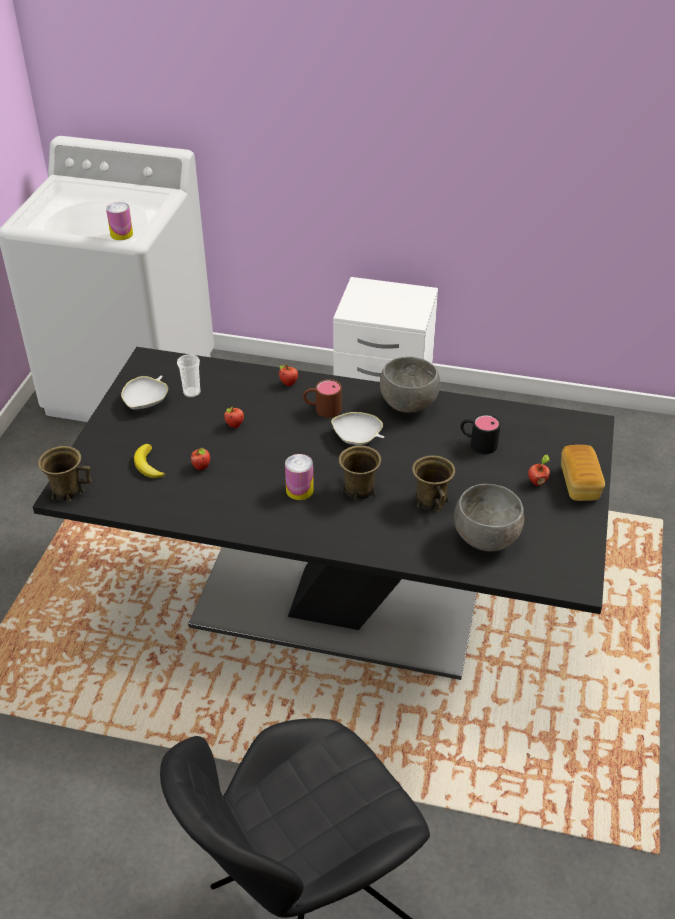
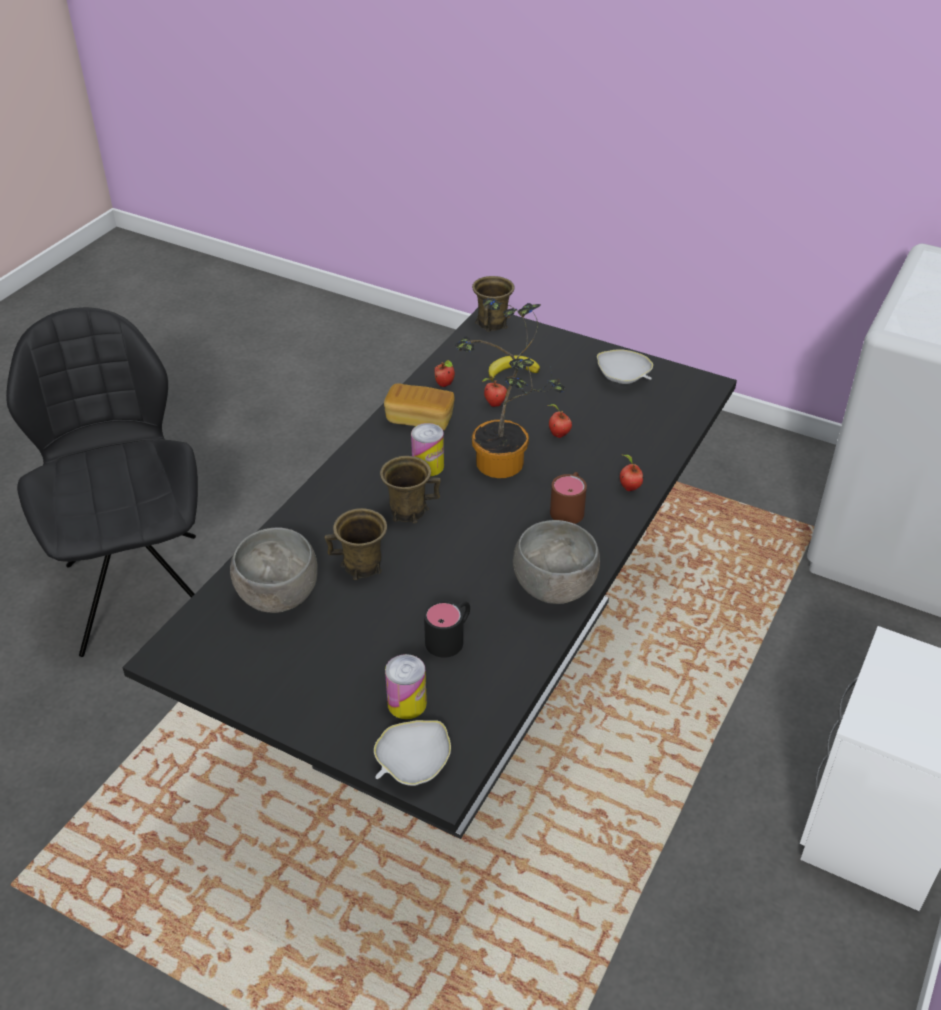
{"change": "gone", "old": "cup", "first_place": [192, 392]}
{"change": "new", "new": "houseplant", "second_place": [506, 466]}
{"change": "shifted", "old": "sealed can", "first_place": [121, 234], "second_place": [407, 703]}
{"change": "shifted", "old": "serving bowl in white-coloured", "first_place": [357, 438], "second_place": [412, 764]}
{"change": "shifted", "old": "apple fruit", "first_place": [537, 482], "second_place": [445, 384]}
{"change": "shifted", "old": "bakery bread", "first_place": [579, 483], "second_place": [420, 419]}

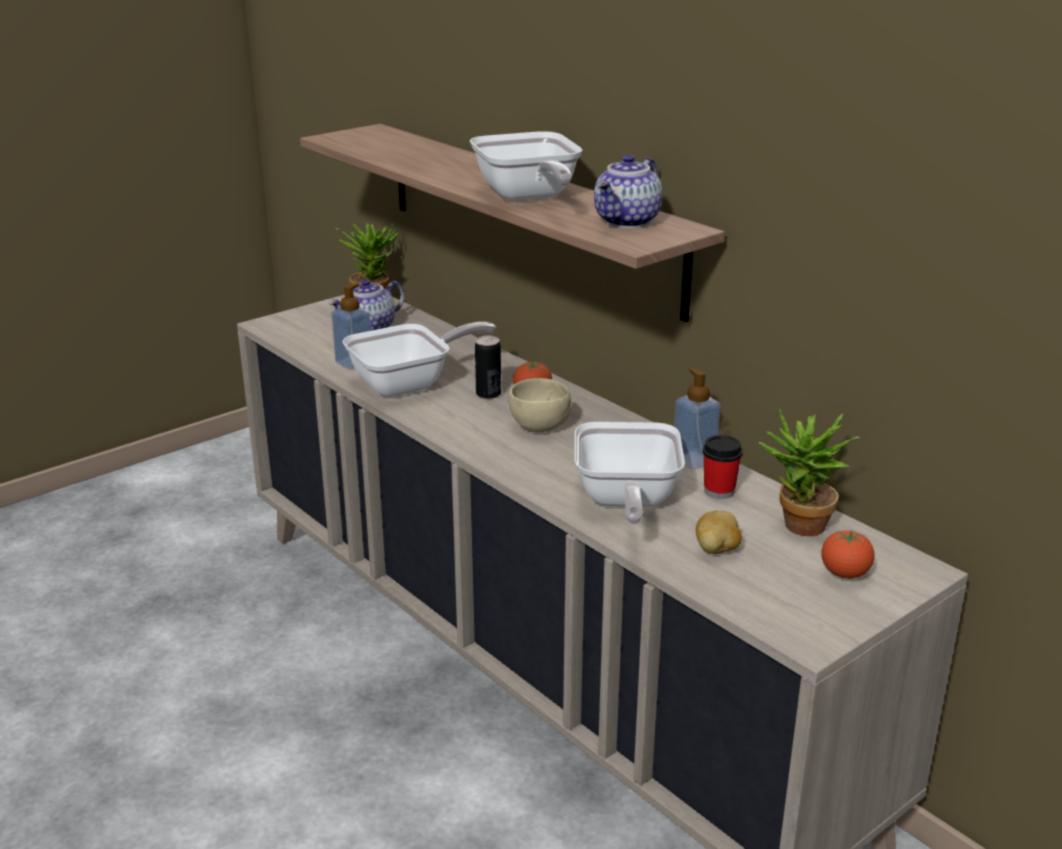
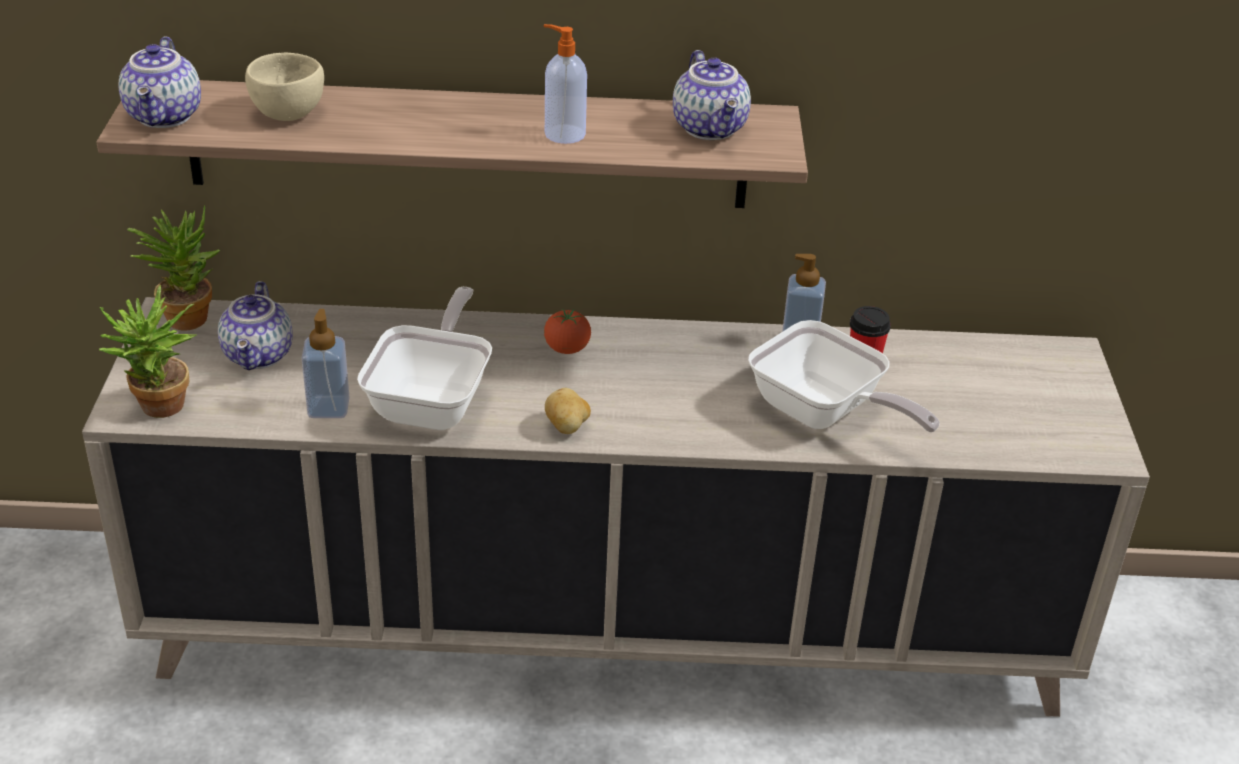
{"change": "gone", "old": "sealed can", "first_place": [488, 394]}
{"change": "gone", "old": "fresh tomato", "first_place": [844, 574]}
{"change": "new", "new": "pot for tea", "second_place": [166, 117]}
{"change": "shifted", "old": "serving bowl in sand-coloured", "first_place": [541, 427], "second_place": [290, 113]}
{"change": "shifted", "old": "whole potato", "first_place": [717, 550], "second_place": [567, 427]}
{"change": "shifted", "old": "houseplant", "first_place": [798, 528], "second_place": [159, 411]}
{"change": "swapped", "old": "pan", "new": "liquid soap bottle", "first_place": [528, 197], "second_place": [563, 134]}

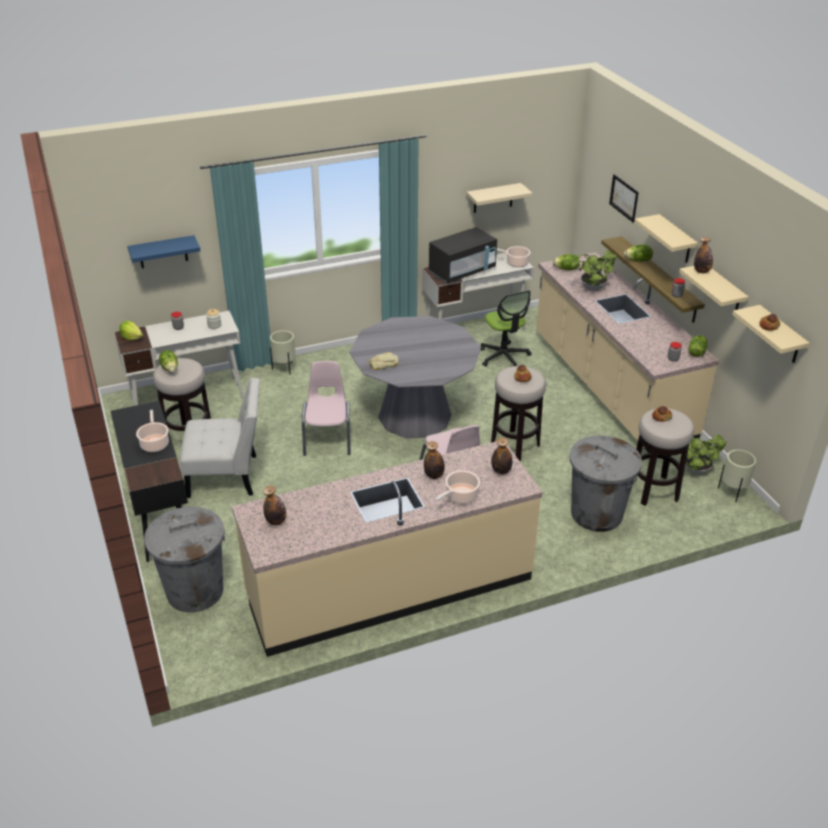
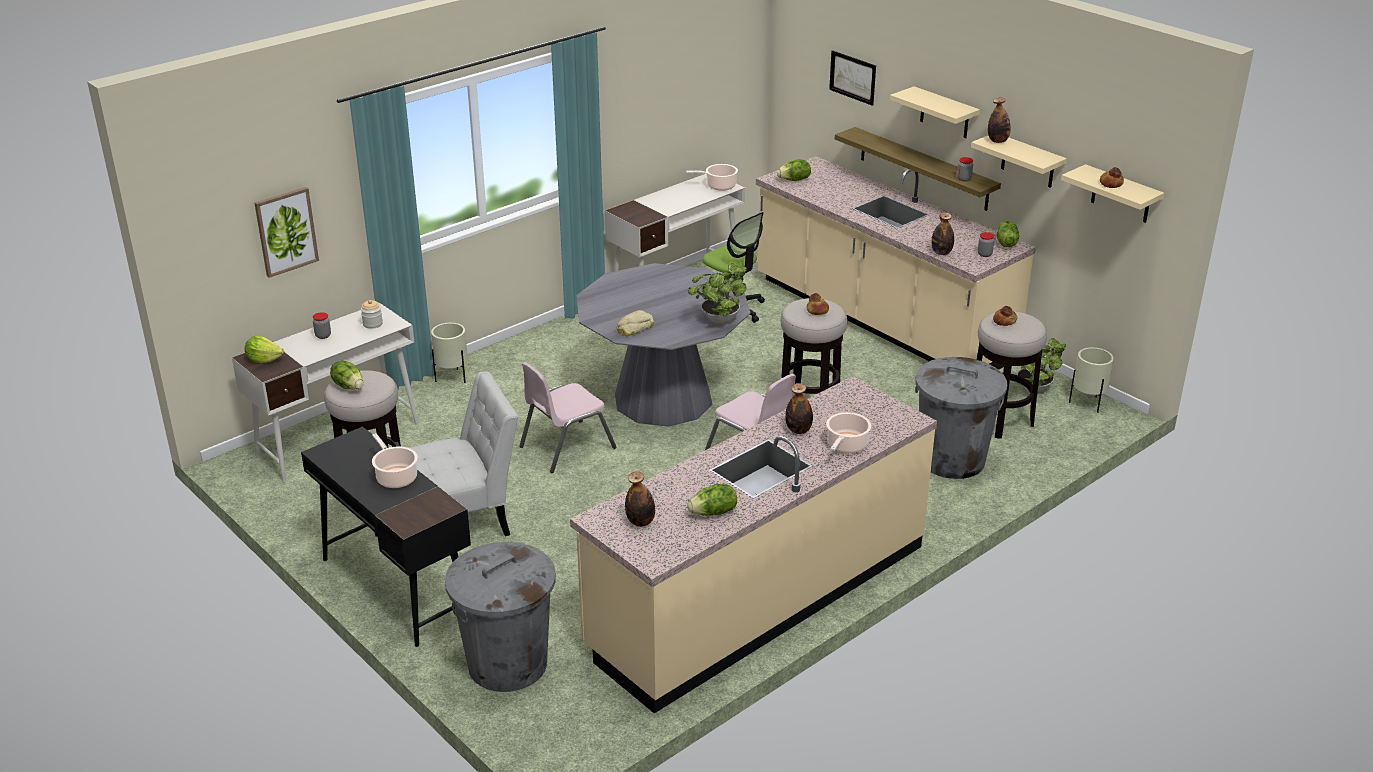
{"change": "gone", "old": "kitchen microwave in black-coloured", "first_place": [462, 271]}
{"change": "gone", "old": "bracket shelf in sand-coloured", "first_place": [493, 198]}
{"change": "shifted", "old": "drink bottle", "first_place": [501, 471], "second_place": [941, 253]}
{"change": "shifted", "old": "houseplant", "first_place": [591, 288], "second_place": [718, 321]}
{"change": "shifted", "old": "head of lettuce", "first_place": [638, 260], "second_place": [713, 513]}
{"change": "swapped", "old": "bracket shelf in blue-coloured", "new": "wall art", "first_place": [163, 252], "second_place": [286, 231]}
{"change": "rotated", "old": "upright chair in pinkish", "first_place": [328, 438], "second_place": [566, 447], "degrees": -105}

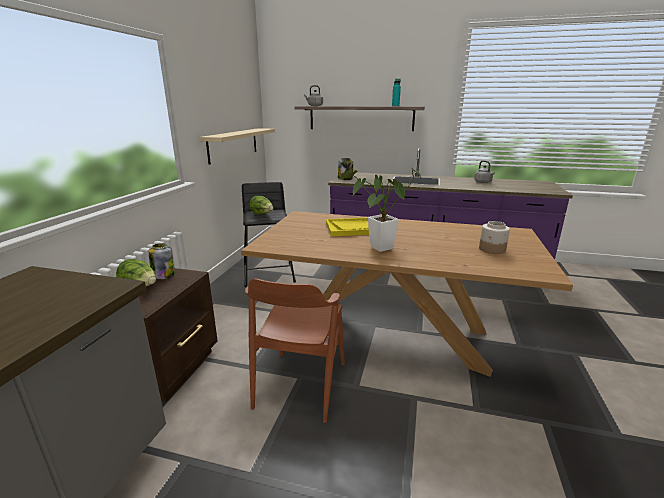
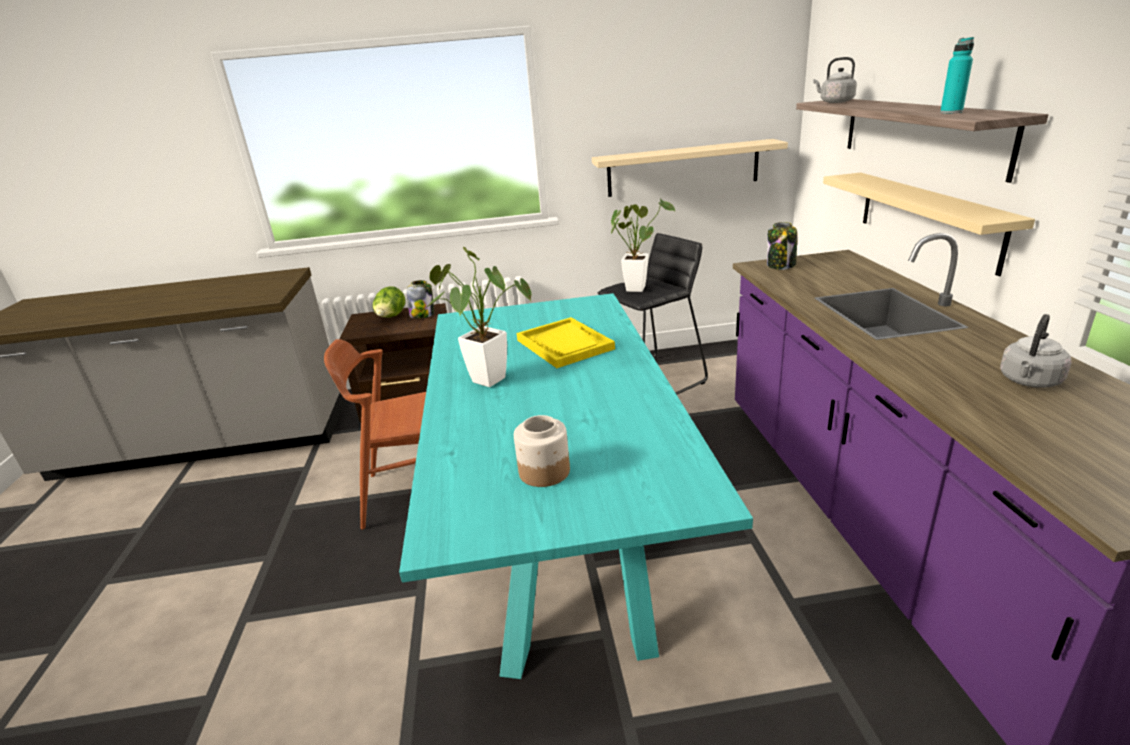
{"change": "new", "new": "bracket shelf in sand-coloured", "second_place": [927, 218]}
{"change": "swapped", "old": "head of lettuce", "new": "houseplant", "first_place": [262, 214], "second_place": [637, 287]}
{"change": "repainted", "old": "dinner table in brownish", "new": "dinner table in turquoise-coloured", "first_place": [391, 334], "second_place": [562, 535]}

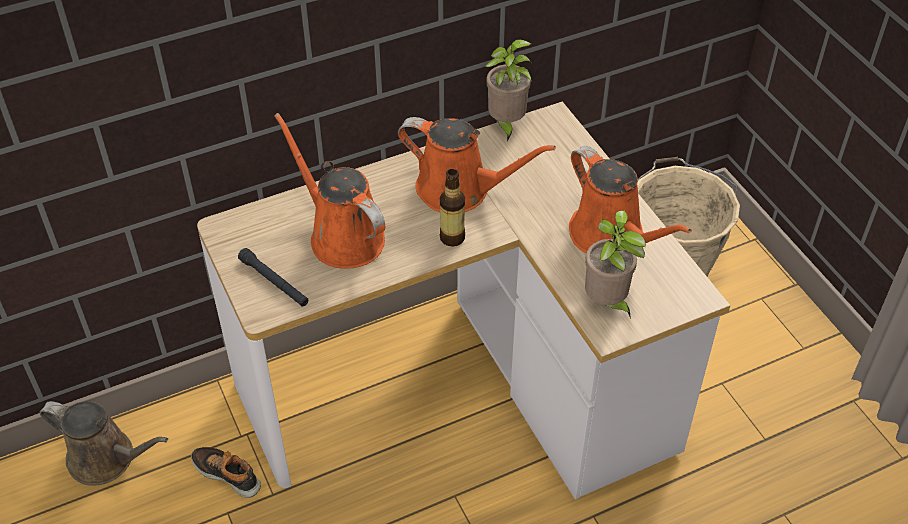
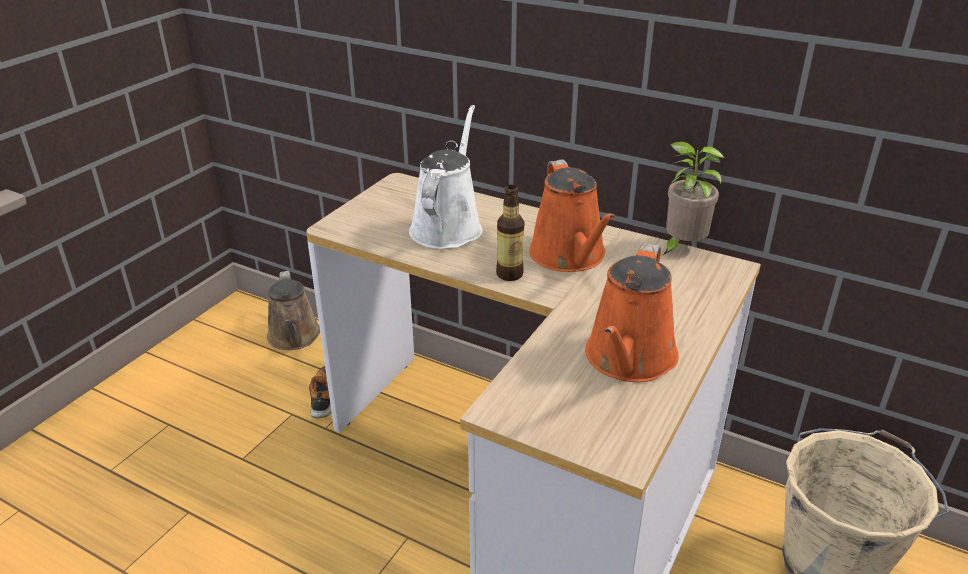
{"change": "gone", "old": "torch in black-coloured", "first_place": [274, 282]}
{"change": "gone", "old": "houseplant", "first_place": [607, 303]}
{"change": "repainted", "old": "watering can in orange", "new": "watering can in white-coloured", "first_place": [342, 236], "second_place": [448, 227]}

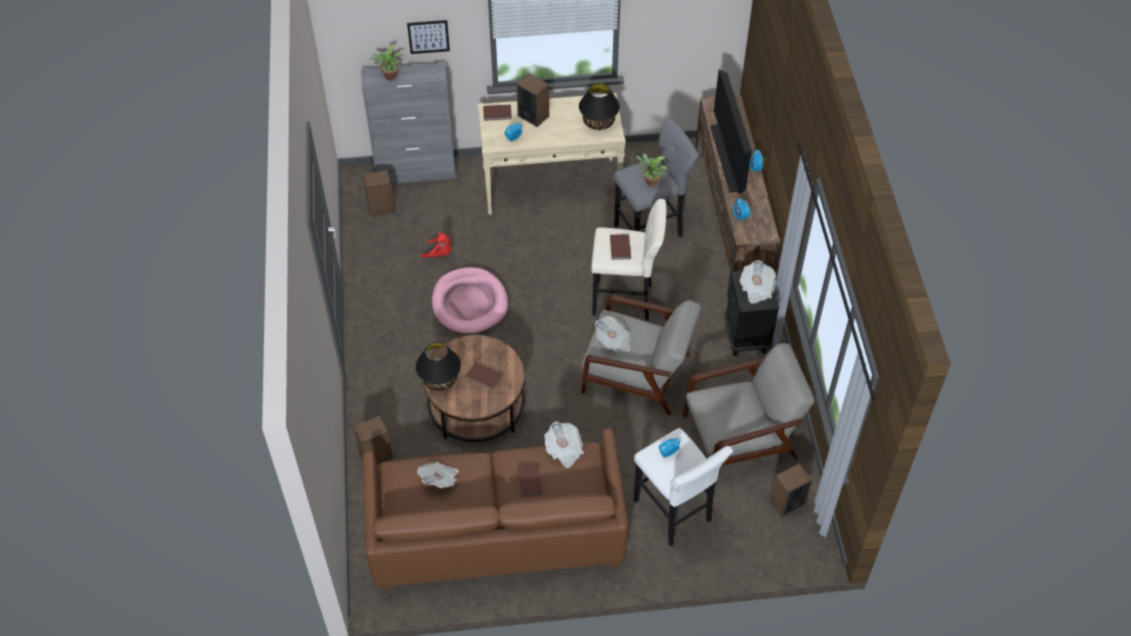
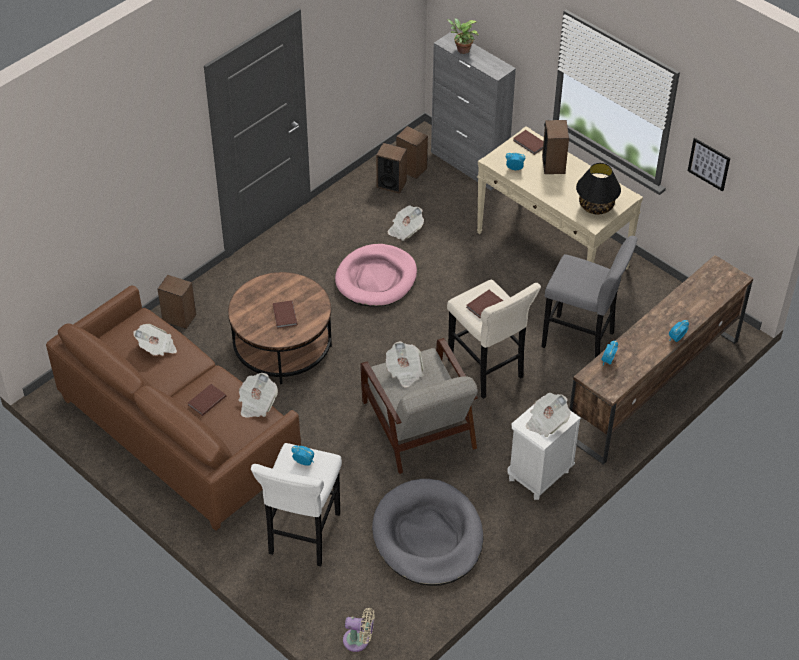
{"change": "gone", "old": "lamp for a table in black-coloured", "first_place": [440, 379]}
{"change": "gone", "old": "houseplant", "first_place": [650, 182]}
{"change": "gone", "old": "TV", "first_place": [728, 158]}
{"change": "new", "new": "electric fan in sand-coloured", "second_place": [359, 640]}
{"change": "shifted", "old": "wall art", "first_place": [428, 36], "second_place": [709, 164]}
{"change": "shifted", "old": "audio speaker", "first_place": [787, 502], "second_place": [391, 184]}
{"change": "swapped", "old": "cuddly toy in red", "new": "daily paper", "first_place": [439, 253], "second_place": [405, 230]}
{"change": "swapped", "old": "easy chair in gray", "new": "dog bed in gray", "first_place": [741, 436], "second_place": [428, 536]}
{"change": "repainted", "old": "bedside table in black-coloured", "new": "bedside table in white-coloured", "first_place": [746, 336], "second_place": [538, 475]}

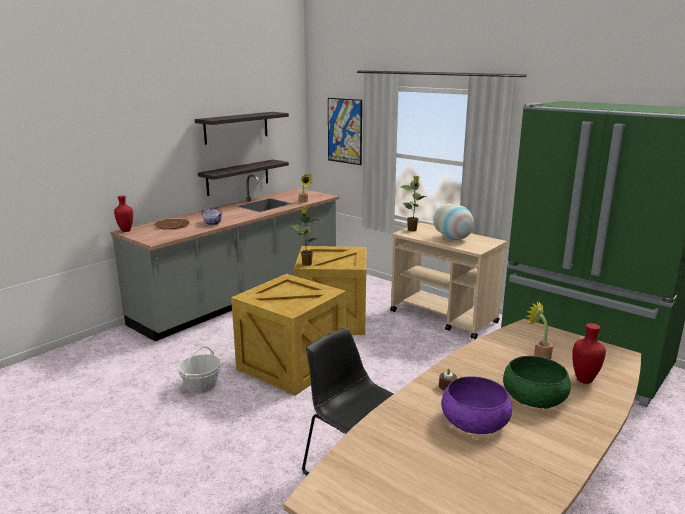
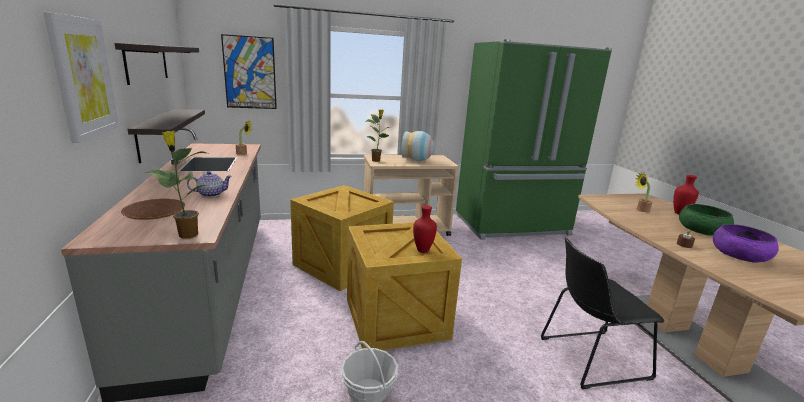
{"change": "new", "new": "wall art", "second_place": [83, 77]}
{"change": "shifted", "old": "vase in red", "first_place": [126, 231], "second_place": [423, 250]}
{"change": "shifted", "old": "houseplant", "first_place": [306, 264], "second_place": [187, 235]}

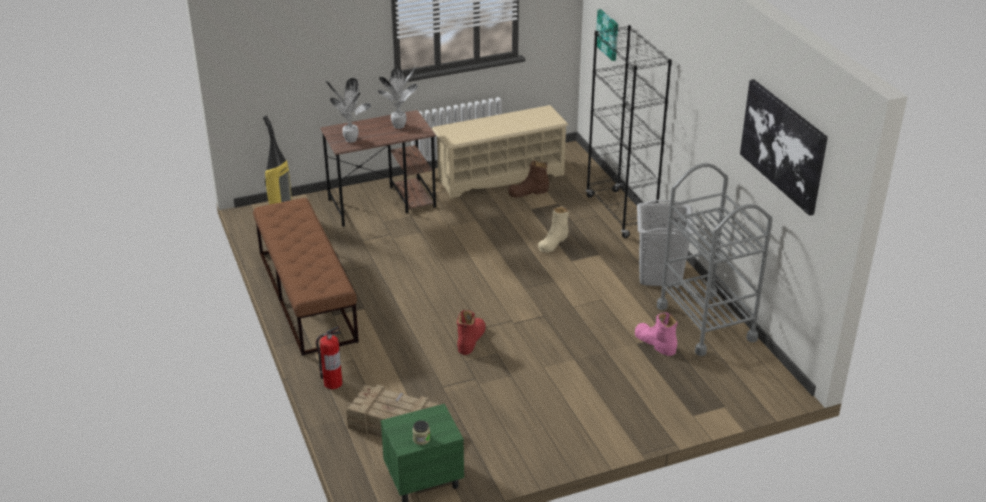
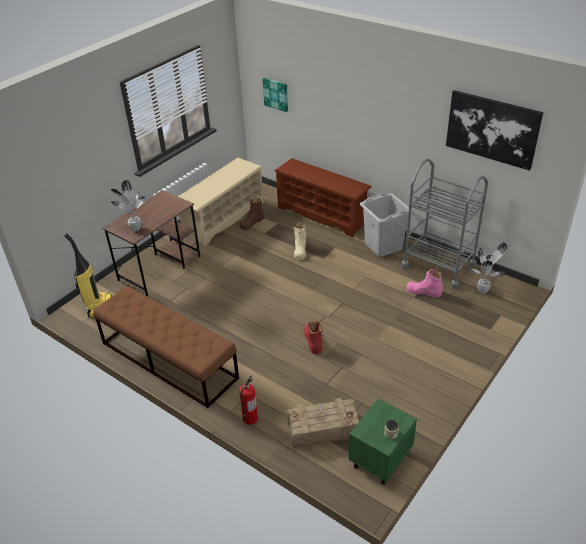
{"change": "shifted", "old": "houseplant", "first_place": [400, 126], "second_place": [483, 290]}
{"change": "swapped", "old": "shelving unit in black-coloured", "new": "shoe stand in brownish", "first_place": [620, 214], "second_place": [322, 215]}

